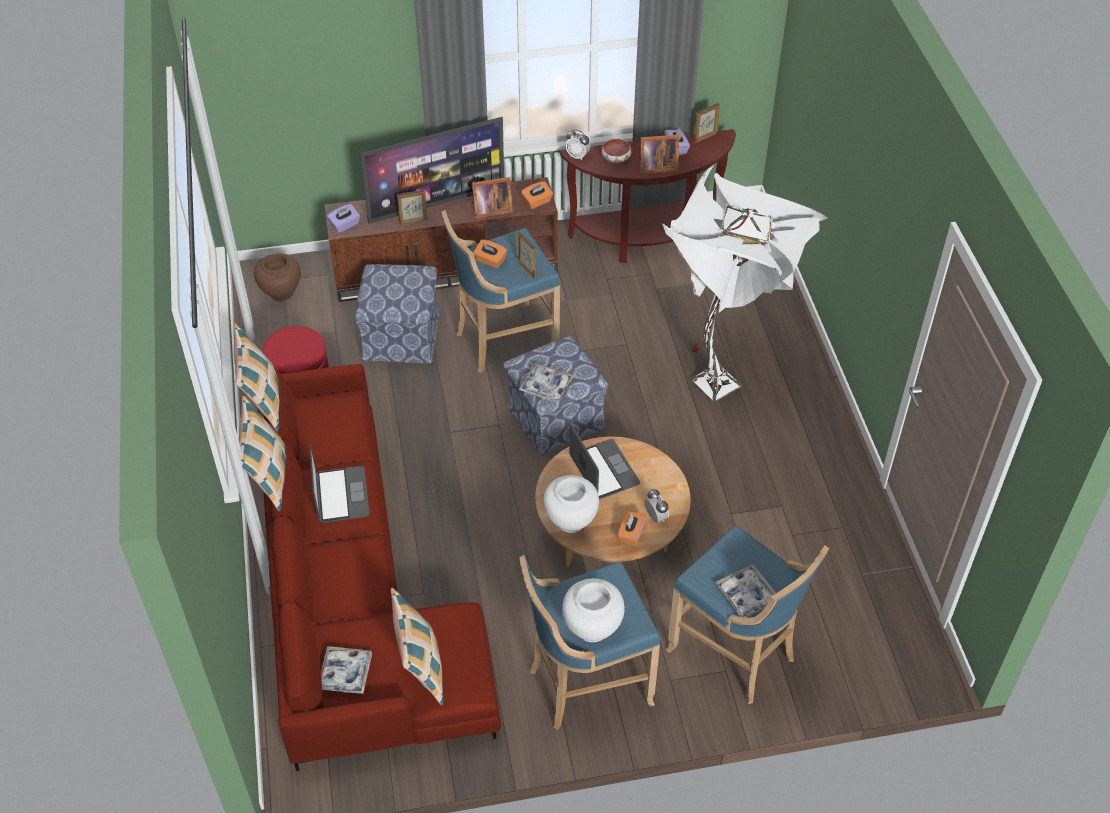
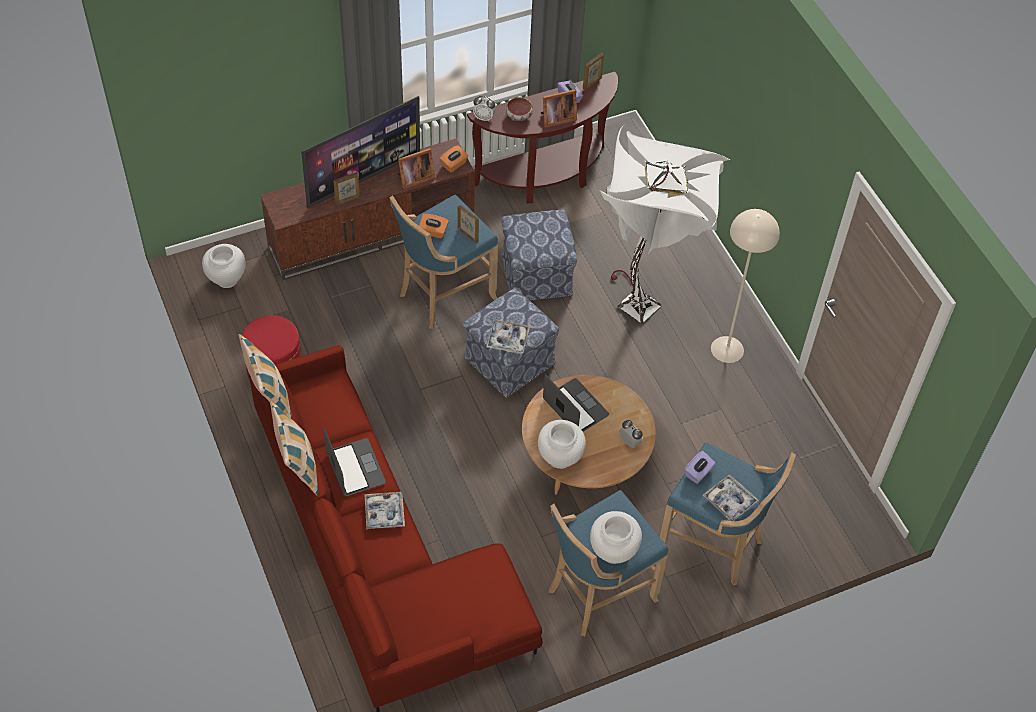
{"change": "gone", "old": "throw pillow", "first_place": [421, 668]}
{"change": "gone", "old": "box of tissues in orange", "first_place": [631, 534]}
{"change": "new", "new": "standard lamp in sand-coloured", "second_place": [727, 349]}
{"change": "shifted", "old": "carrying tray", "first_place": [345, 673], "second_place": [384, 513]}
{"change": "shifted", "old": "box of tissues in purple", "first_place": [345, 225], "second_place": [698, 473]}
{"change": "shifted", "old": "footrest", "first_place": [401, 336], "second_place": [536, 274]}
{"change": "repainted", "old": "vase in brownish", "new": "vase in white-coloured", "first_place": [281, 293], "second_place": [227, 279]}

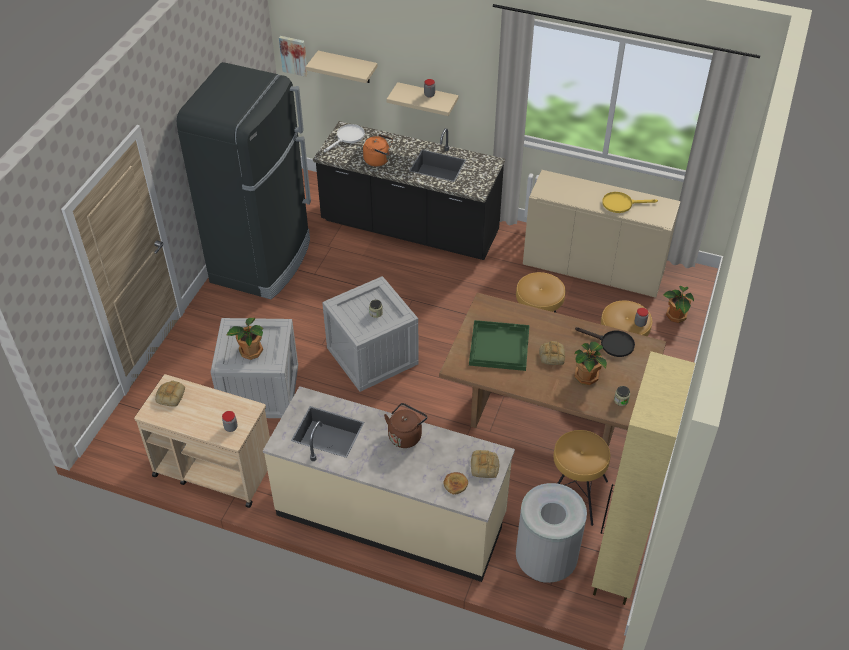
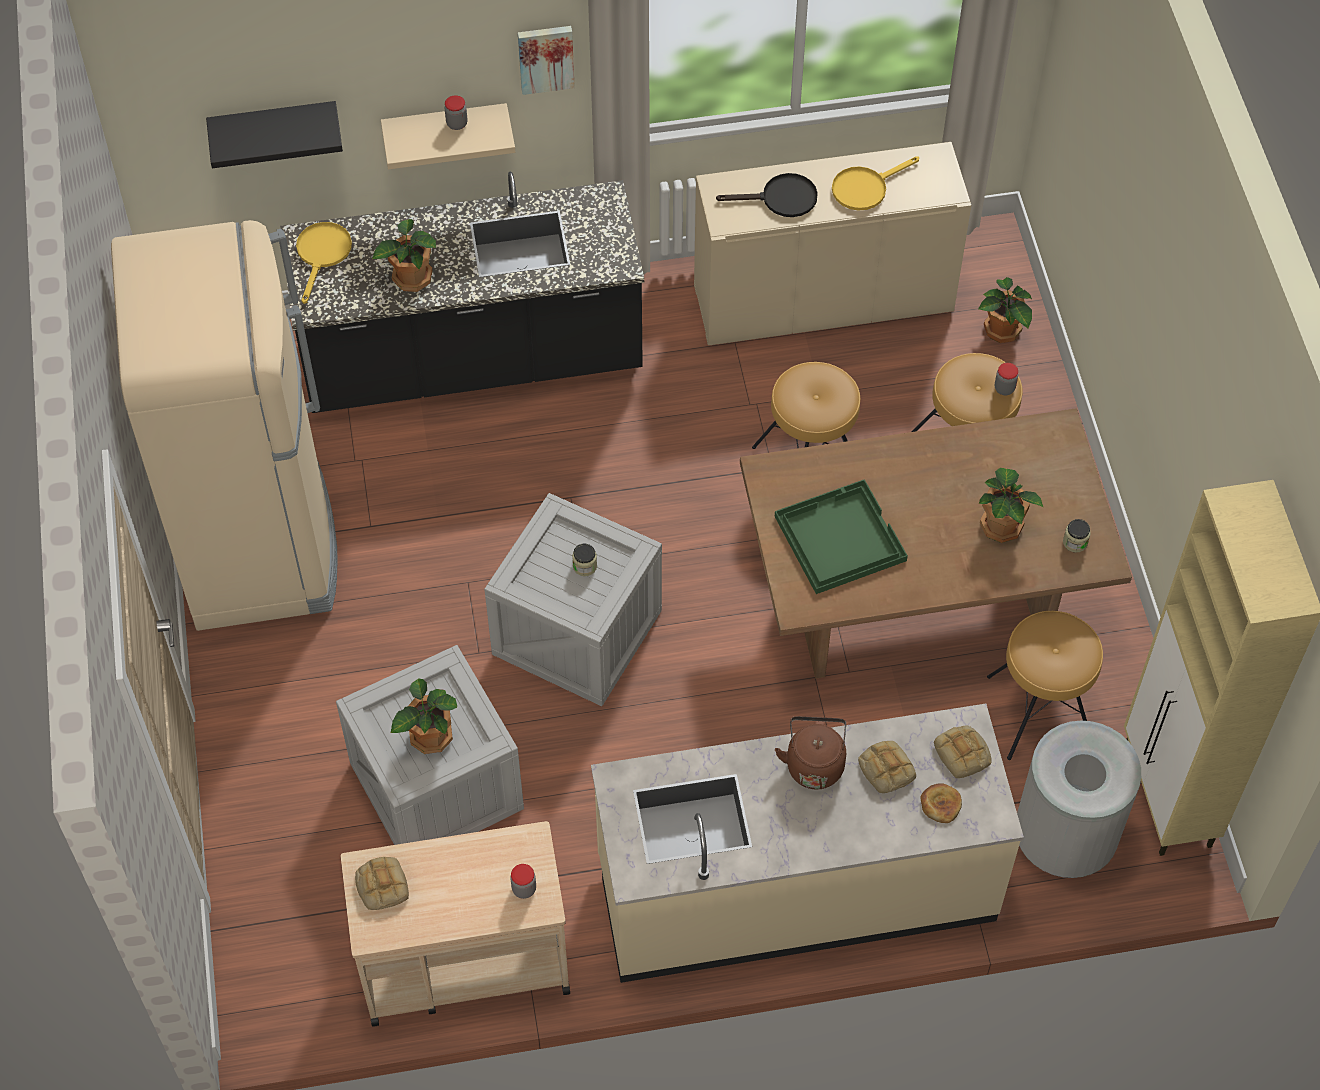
{"change": "shifted", "old": "wall art", "first_place": [294, 55], "second_place": [545, 57]}
{"change": "shifted", "old": "bakery bread", "first_place": [551, 355], "second_place": [885, 769]}
{"change": "shifted", "old": "pan in black-coloured", "first_place": [612, 344], "second_place": [781, 199]}
{"change": "swapped", "old": "kettle in orange", "new": "houseplant", "first_place": [378, 160], "second_place": [411, 278]}
{"change": "repainted", "old": "refrigerator in black-coloured", "new": "refrigerator in sand-coloured", "first_place": [262, 261], "second_place": [260, 544]}
{"change": "repainted", "old": "bracket shelf in sand-coloured", "new": "bracket shelf in black-coloured", "first_place": [348, 67], "second_place": [274, 126]}
{"change": "repainted", "old": "pan in white-coloured", "new": "pan in yellow-coloured", "first_place": [347, 137], "second_place": [322, 255]}

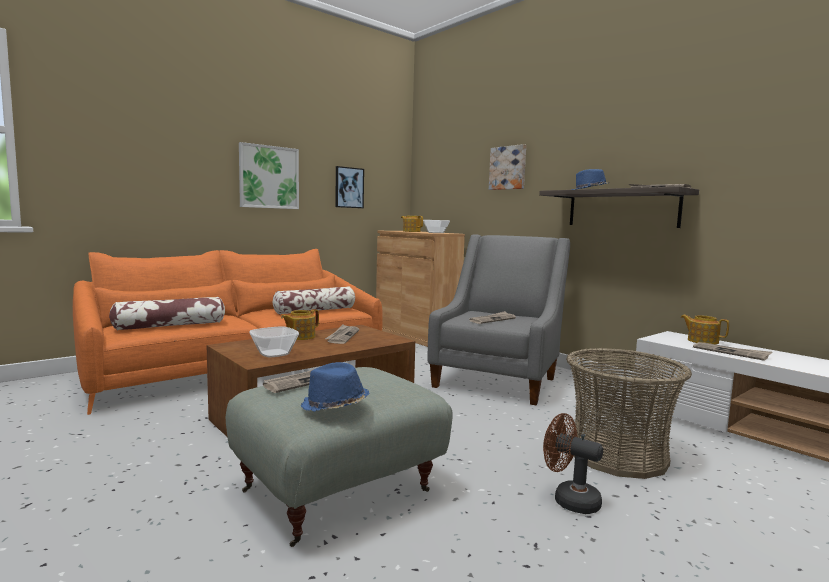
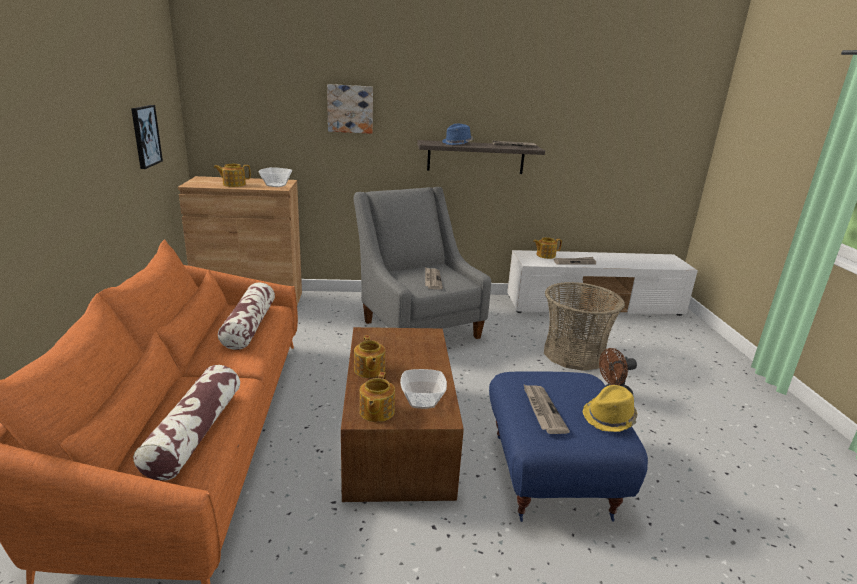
{"change": "gone", "old": "wall art", "first_place": [269, 177]}
{"change": "gone", "old": "daily paper", "first_place": [342, 336]}
{"change": "new", "new": "pot for tea", "second_place": [376, 412]}
{"change": "repainted", "old": "footrest in gray", "new": "footrest in blue-coloured", "first_place": [339, 493], "second_place": [553, 475]}
{"change": "repainted", "old": "clothing hat in blue-coloured", "new": "clothing hat in yellow-coloured", "first_place": [334, 406], "second_place": [610, 418]}

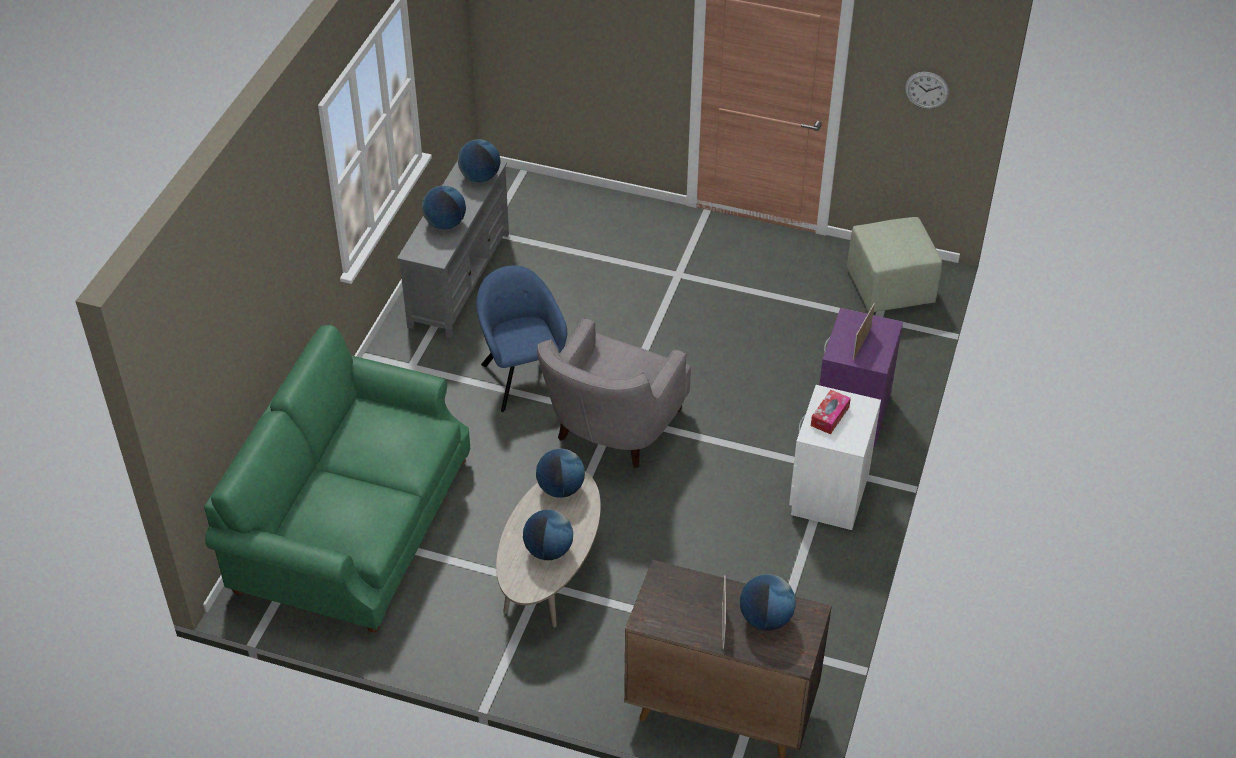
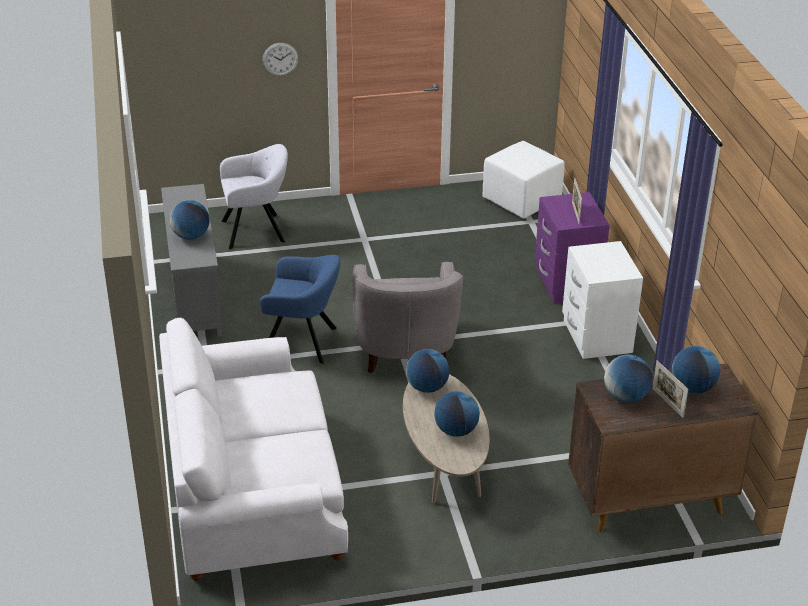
{"change": "gone", "old": "box of tissues", "first_place": [830, 416]}
{"change": "new", "new": "easy chair in gray", "second_place": [256, 231]}
{"change": "shifted", "old": "world globe", "first_place": [480, 177], "second_place": [625, 397]}
{"change": "shifted", "old": "wall clock", "first_place": [926, 90], "second_place": [280, 59]}
{"change": "repainted", "old": "couch in green", "new": "couch in white-coloured", "first_place": [352, 524], "second_place": [253, 491]}
{"change": "repainted", "old": "footrest in green", "new": "footrest in white-coloured", "first_place": [891, 288], "second_place": [522, 201]}
{"change": "rotated", "old": "easy chair in blue-coloured", "first_place": [522, 376], "second_place": [303, 342], "degrees": 150}

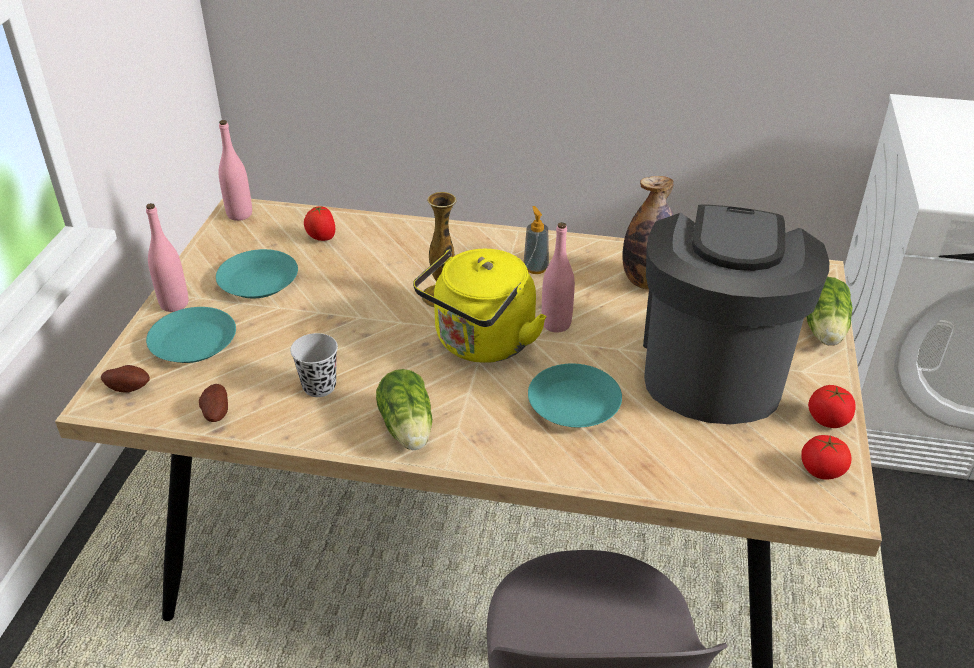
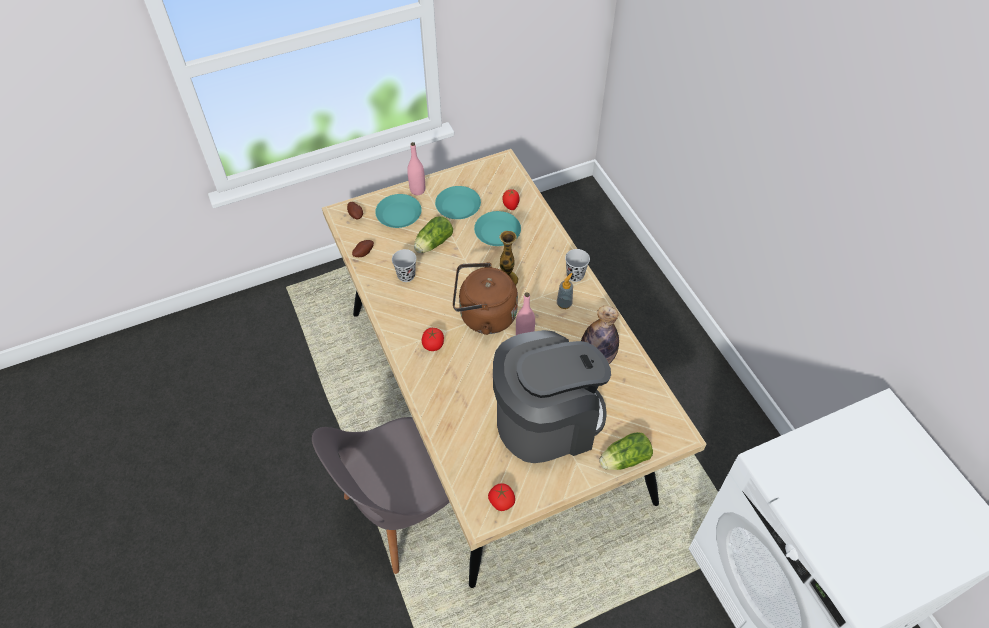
{"change": "gone", "old": "drink bottle in pinkish", "first_place": [239, 214]}
{"change": "new", "new": "cup in black-coloured", "second_place": [575, 275]}
{"change": "shifted", "old": "head of lettuce", "first_place": [408, 430], "second_place": [432, 244]}
{"change": "shifted", "old": "plate in turquoise-coloured", "first_place": [574, 403], "second_place": [498, 232]}
{"change": "shifted", "old": "fresh tomato", "first_place": [828, 419], "second_place": [433, 344]}
{"change": "repainted", "old": "kettle in yellow-coloured", "new": "kettle in brownish", "first_place": [481, 344], "second_place": [484, 316]}

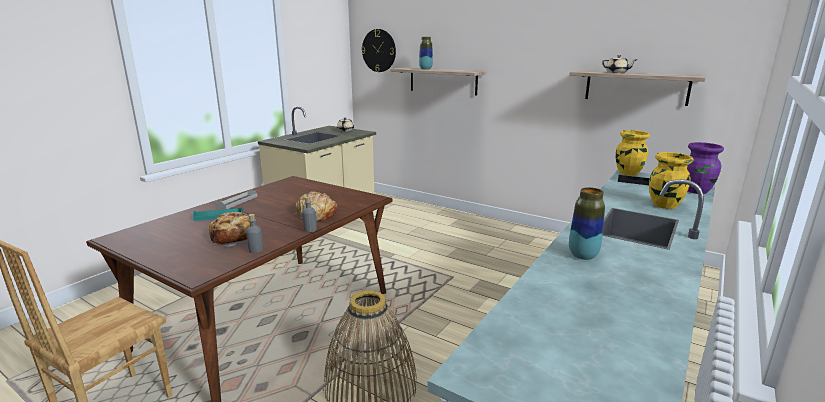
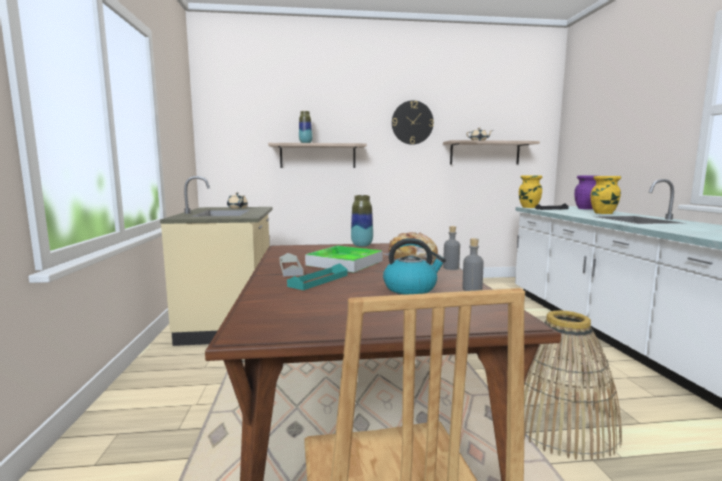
{"change": "new", "new": "carrying tray", "second_place": [344, 263]}
{"change": "shifted", "old": "wall clock", "first_place": [379, 50], "second_place": [412, 122]}
{"change": "shifted", "old": "vase", "first_place": [583, 255], "second_place": [362, 245]}
{"change": "swapped", "old": "bakery bread", "new": "kettle", "first_place": [233, 237], "second_place": [411, 288]}

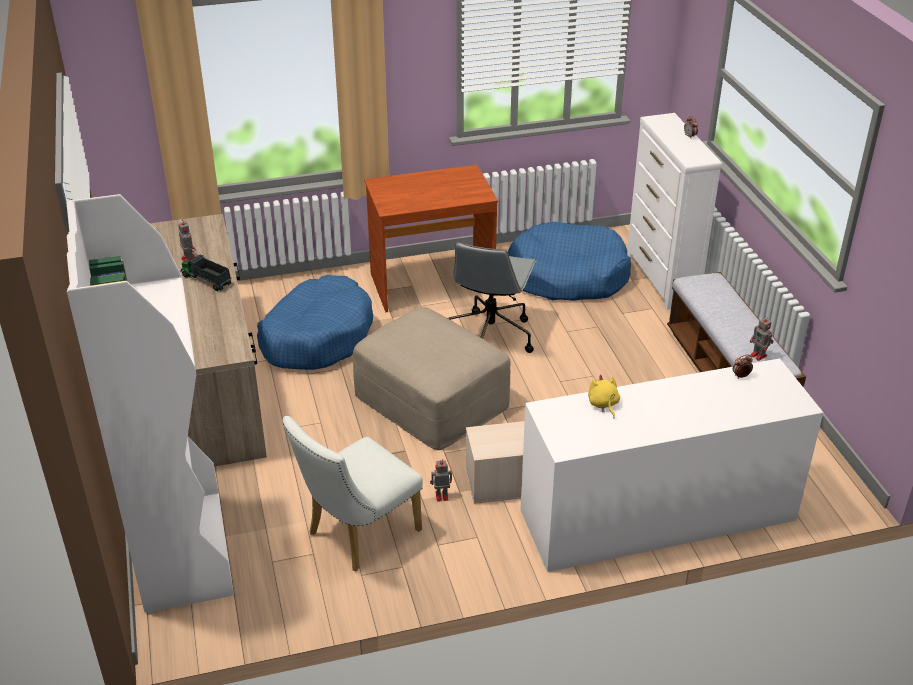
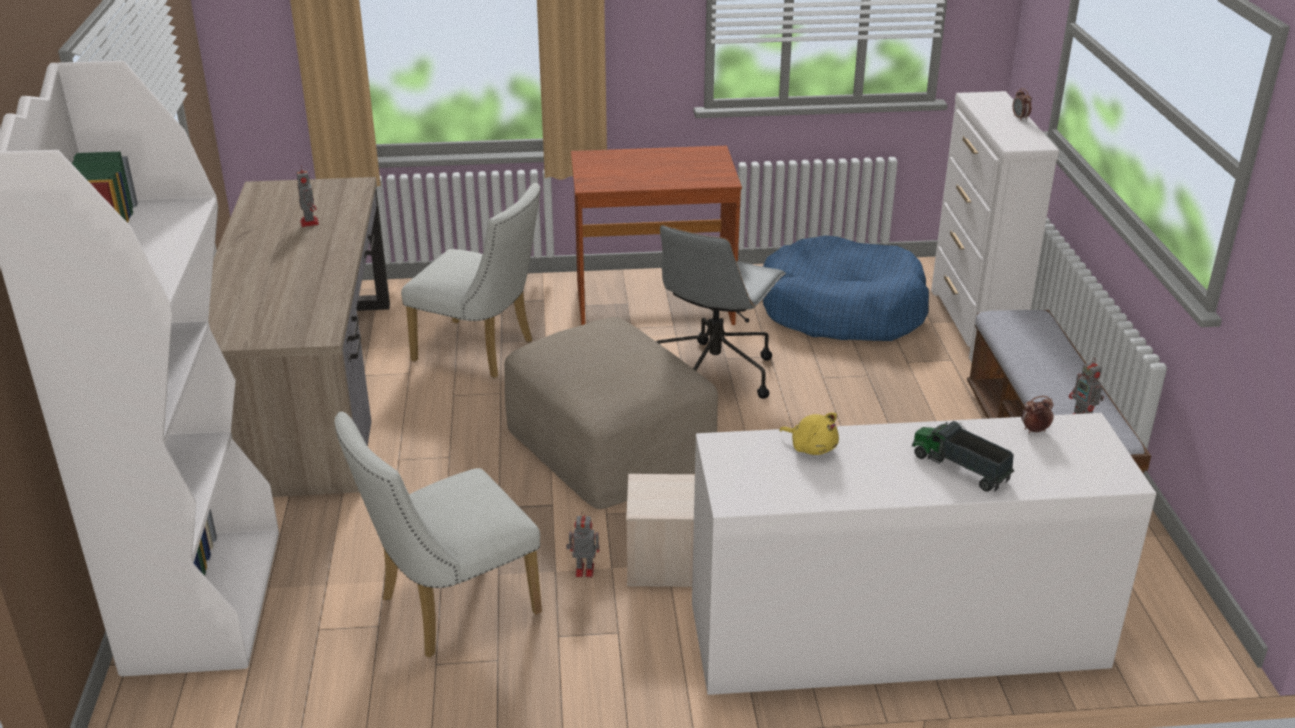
{"change": "shifted", "old": "toy truck", "first_place": [206, 280], "second_place": [959, 468]}
{"change": "swapped", "old": "dog bed in blue-coloured", "new": "upright chair in white-coloured", "first_place": [317, 337], "second_place": [482, 352]}
{"change": "rotated", "old": "cuddly toy in yellow-coloured", "first_place": [603, 404], "second_place": [811, 447], "degrees": 135}

